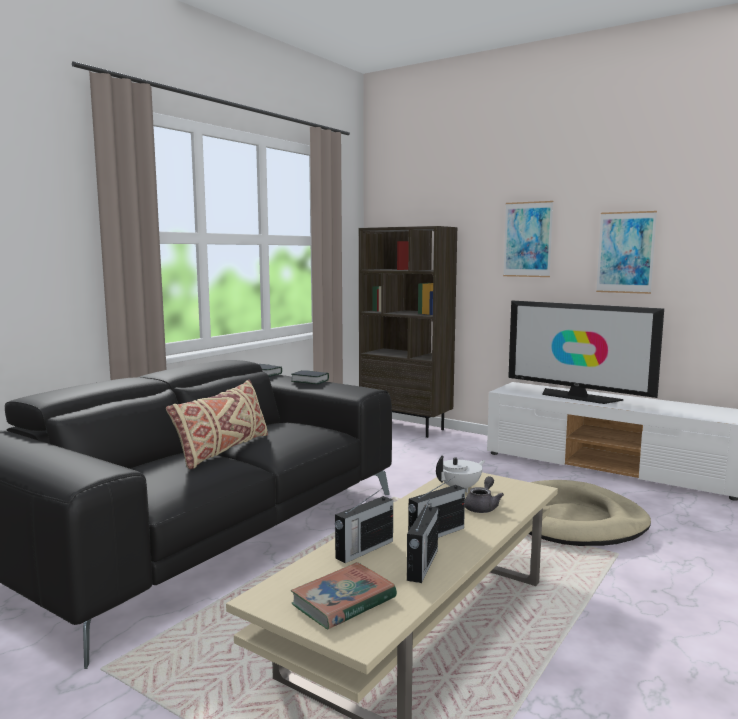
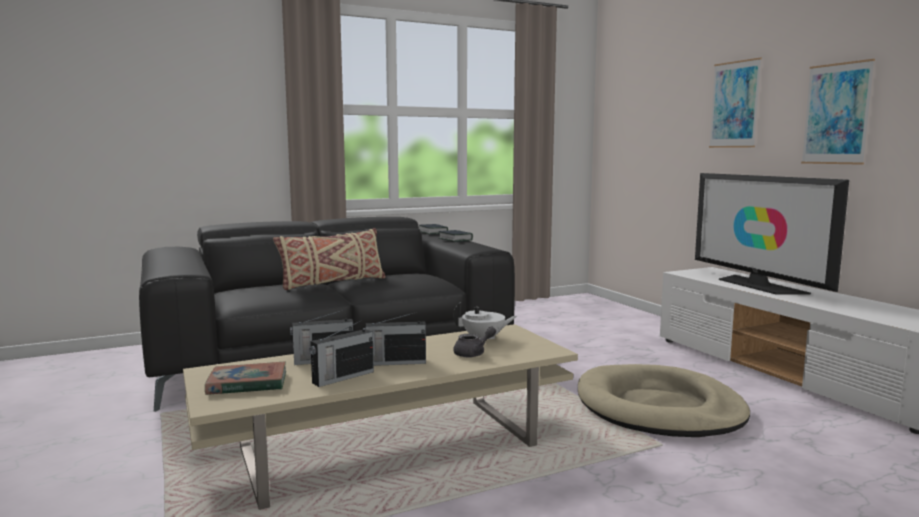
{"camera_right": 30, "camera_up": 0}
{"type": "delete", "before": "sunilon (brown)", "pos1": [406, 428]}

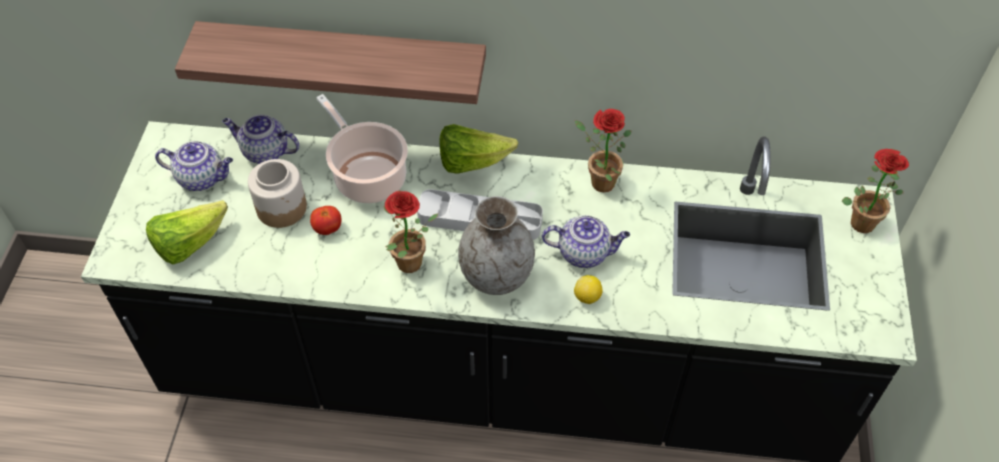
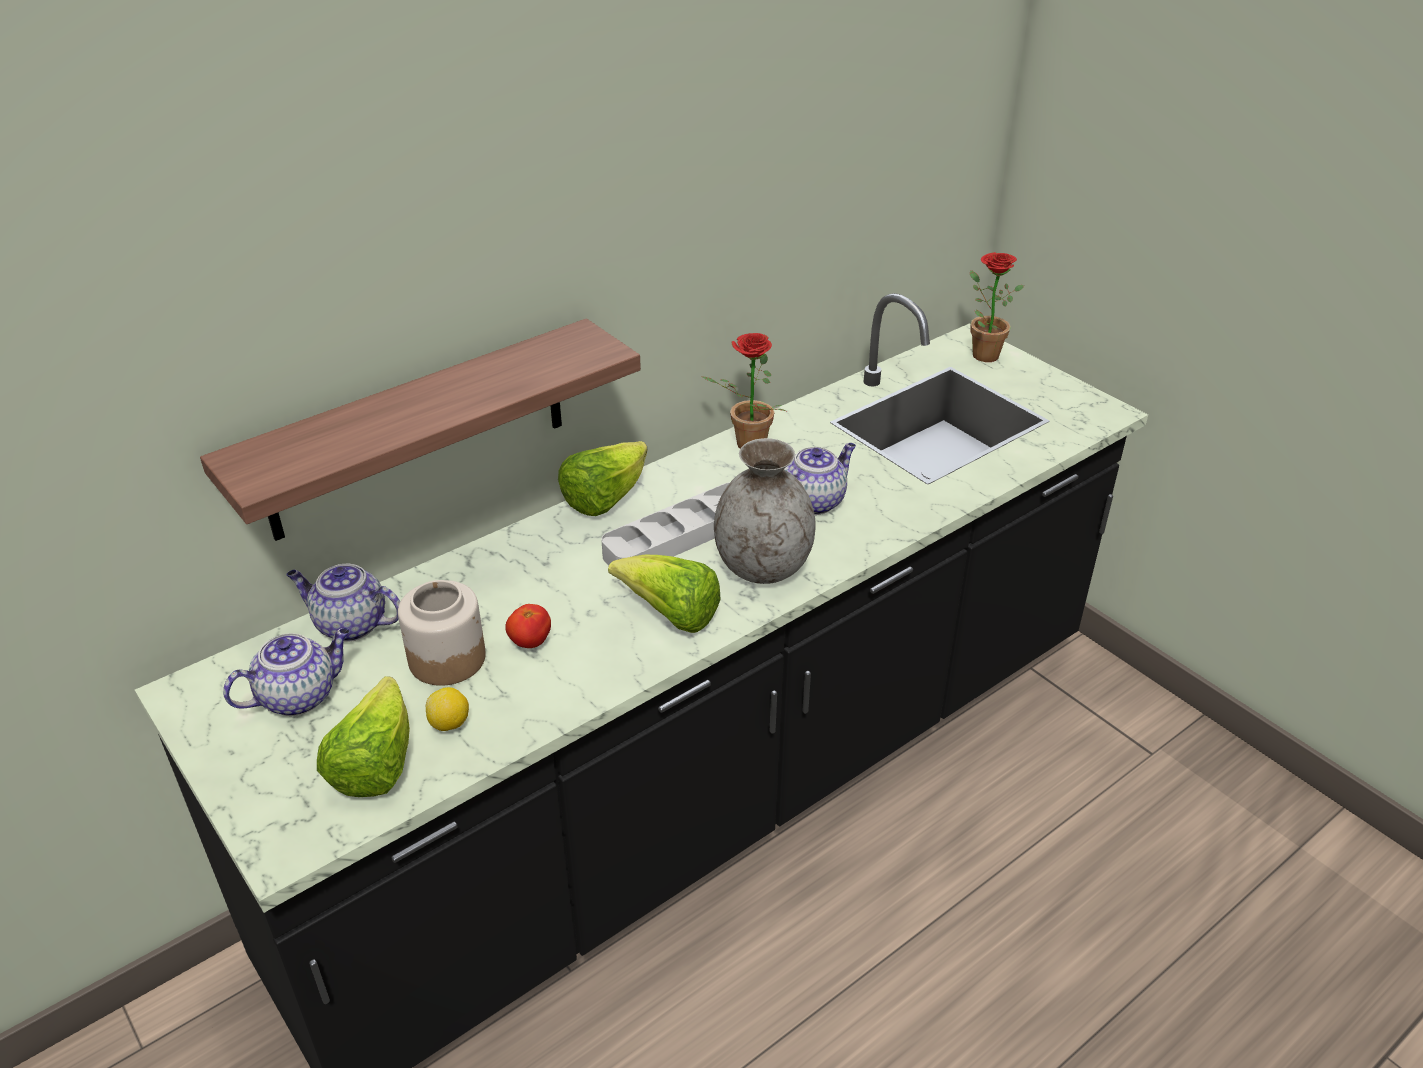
{"camera_right": -45, "camera_up": -15}
{"type": "delete", "before": "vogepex", "pos1": [367, 176]}
{"type": "move", "before": "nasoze", "pos1": [587, 297], "pos2": [450, 724]}
{"type": "replace", "before": "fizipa", "after": "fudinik", "pos1": [411, 267], "pos2": [670, 615]}
{"type": "rotate", "before": "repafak", "pos1": [264, 152], "pos2": [349, 625], "turn": 45}

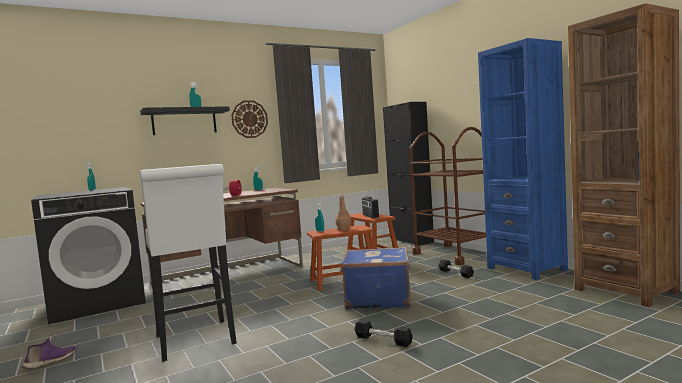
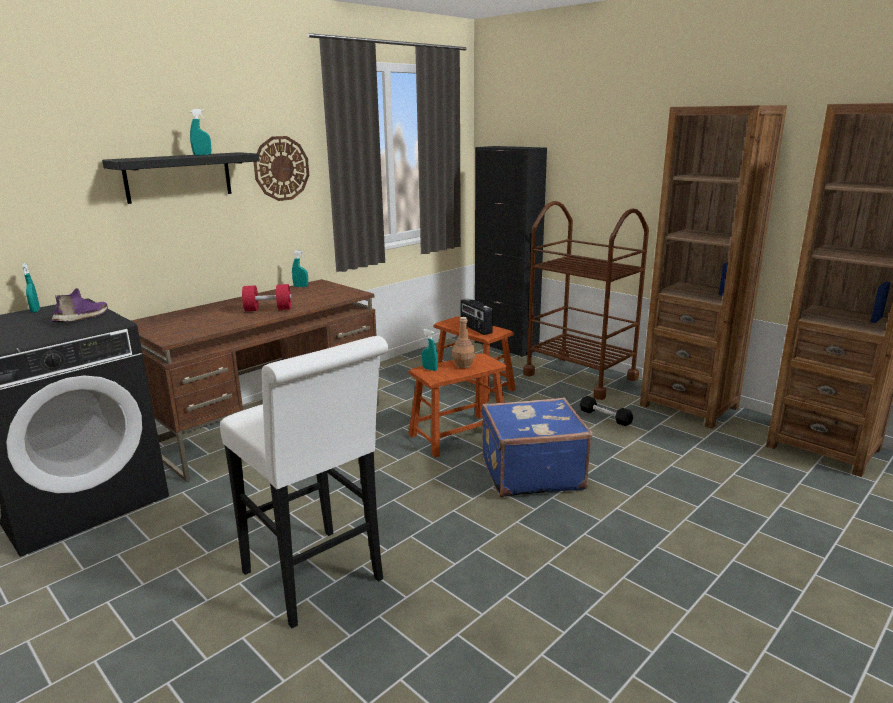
{"camera_right": -15, "camera_up": 15}
{"type": "delete", "before": "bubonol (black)", "pos1": [383, 340]}
{"type": "move", "before": "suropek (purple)", "pos1": [51, 362], "pos2": [83, 318]}
{"type": "recolor", "before": "sunilon (blue)", "after": "sunilon (brown)", "pos1": [526, 269], "pos2": [689, 406]}

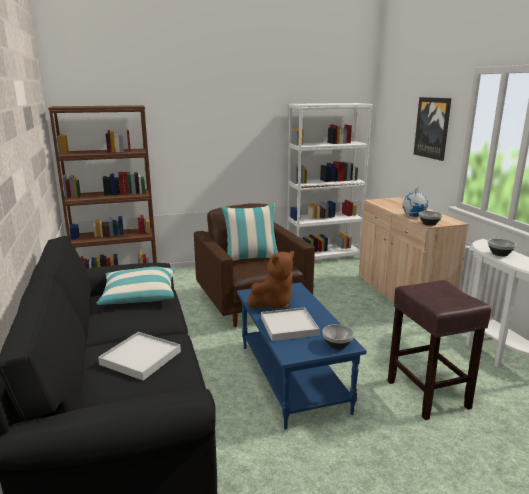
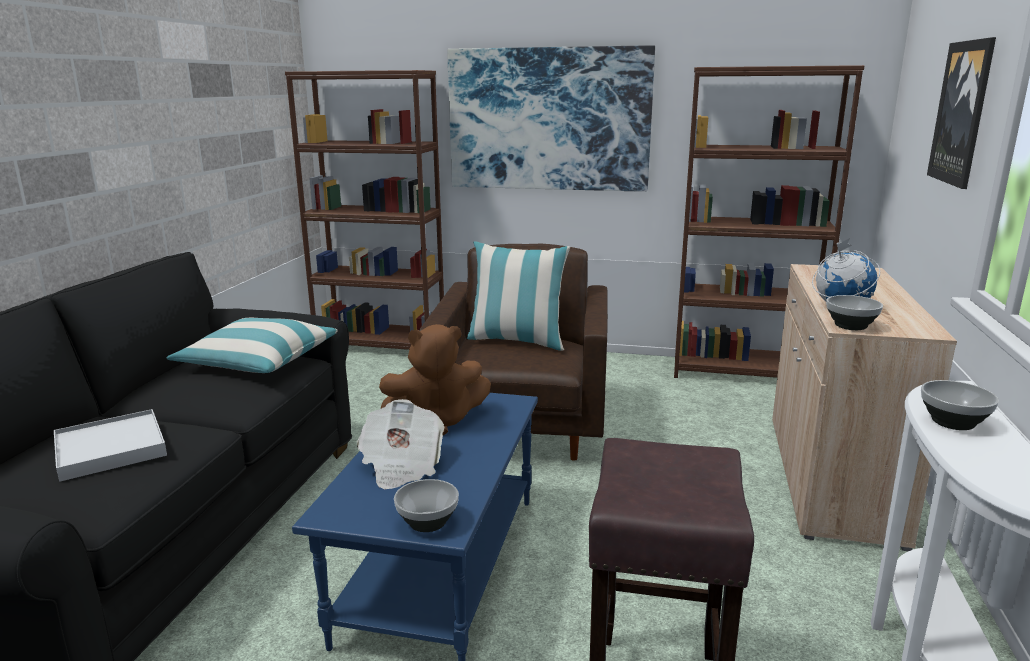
{"camera_right": 30, "camera_up": 0}
{"type": "insert", "after": "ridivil", "pos2": [548, 119]}
{"type": "replace", "before": "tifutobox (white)", "after": "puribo", "pos1": [289, 326], "pos2": [401, 465]}
{"type": "recolor", "before": "sunilon (white)", "after": "sunilon (brown)", "pos1": [323, 257], "pos2": [743, 372]}

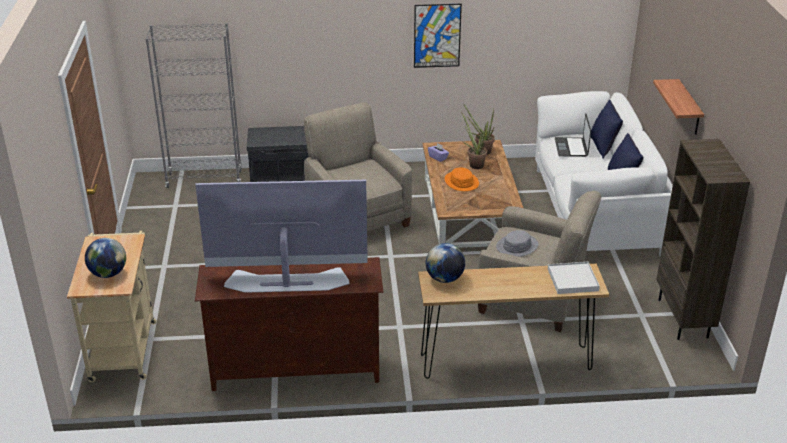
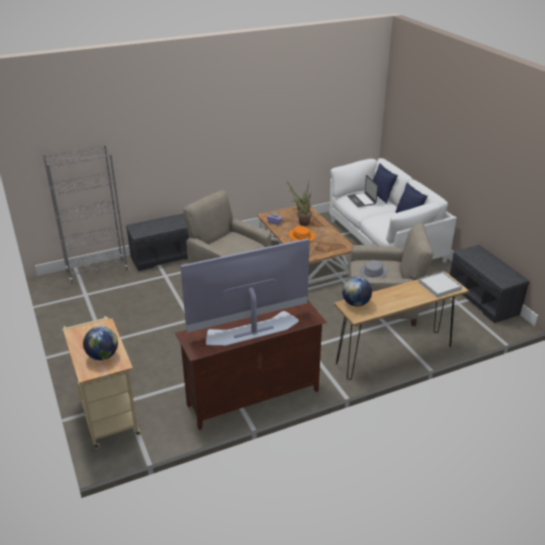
{"camera_right": -20, "camera_up": 0}
{"type": "delete", "before": "ridivil", "pos1": [437, 35]}
{"type": "delete", "before": "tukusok", "pos1": [689, 108]}
{"type": "replace", "before": "sunilon (brown)", "after": "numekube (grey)", "pos1": [684, 318], "pos2": [484, 299]}

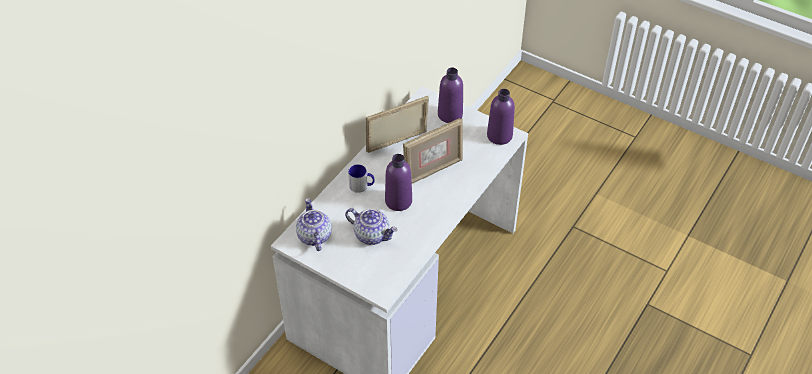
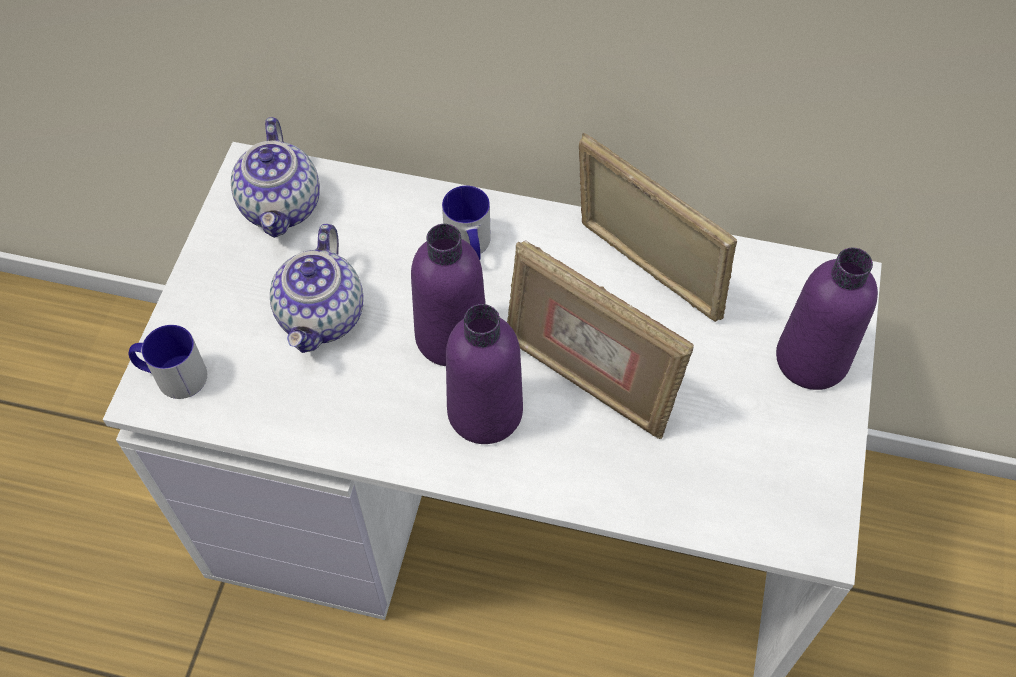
{"camera_right": 70, "camera_up": 10}
{"type": "insert", "after": "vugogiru", "pos2": [172, 376]}
{"type": "move", "before": "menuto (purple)", "pos1": [499, 136], "pos2": [485, 412]}
{"type": "rotate", "before": "repafak", "pos1": [314, 236], "pos2": [282, 207], "turn": 120}

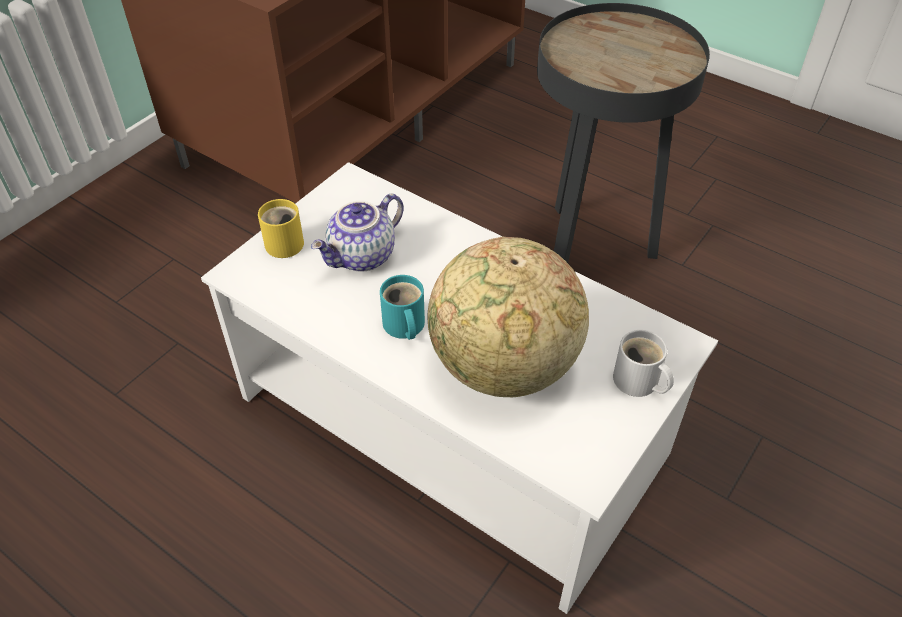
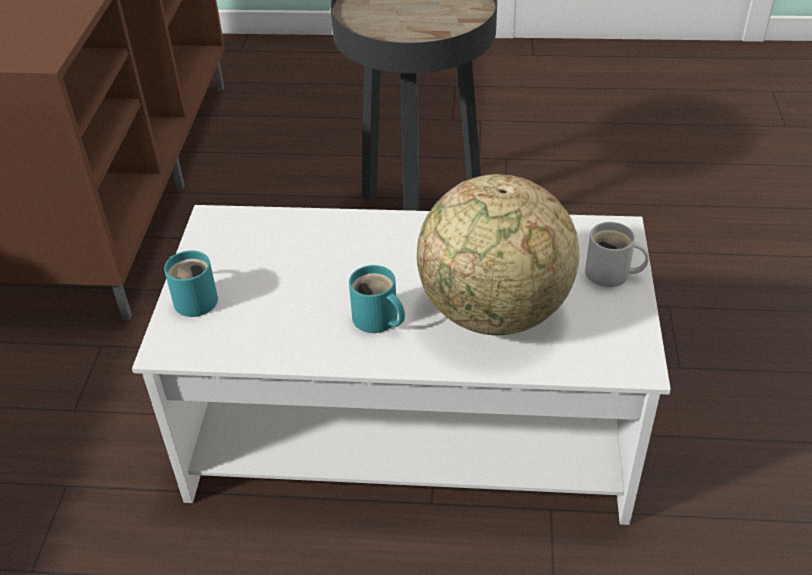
{"camera_right": -30, "camera_up": -5}
{"type": "delete", "before": "repafak", "pos1": [362, 257]}
{"type": "recolor", "before": "vugogiru (yellow)", "after": "vugogiru (turquoise)", "pos1": [286, 241], "pos2": [195, 298]}

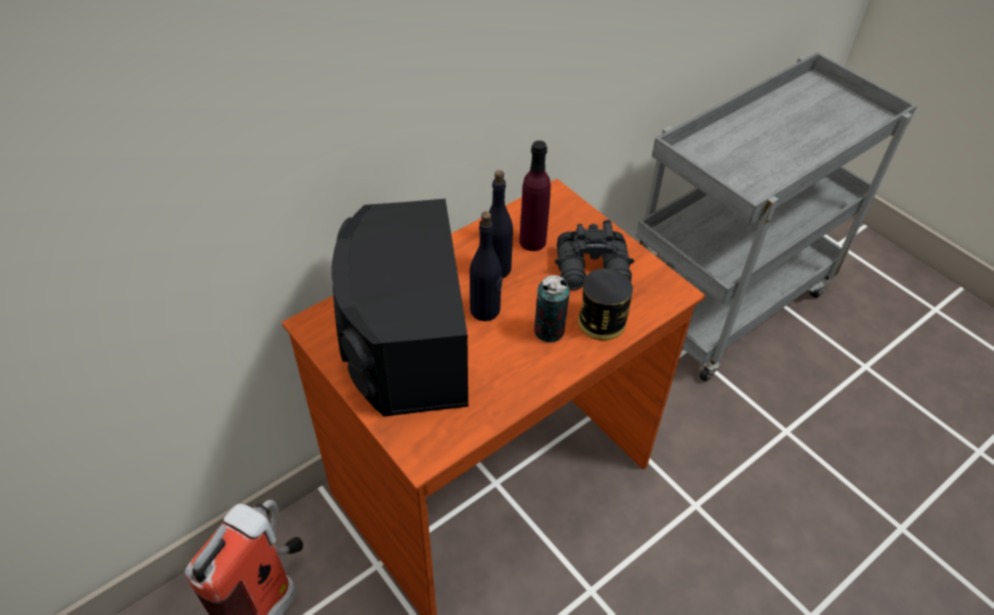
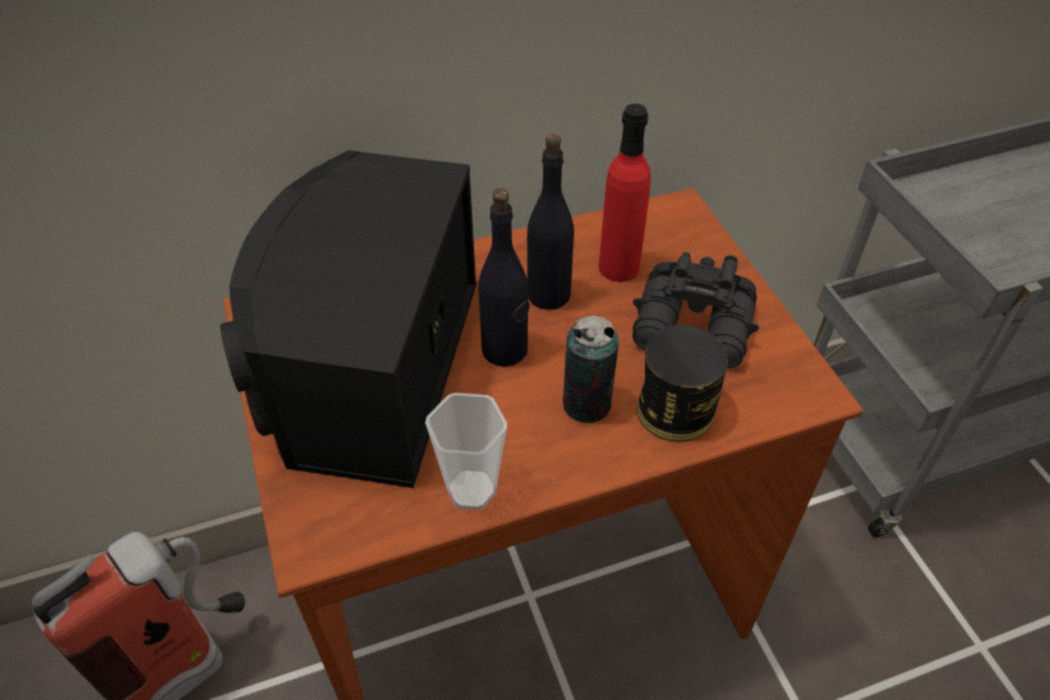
{"camera_right": 20, "camera_up": 0}
{"type": "insert", "after": "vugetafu", "pos2": [471, 490]}
{"type": "recolor", "before": "menuto (purple)", "after": "menuto (red)", "pos1": [532, 241], "pos2": [619, 267]}

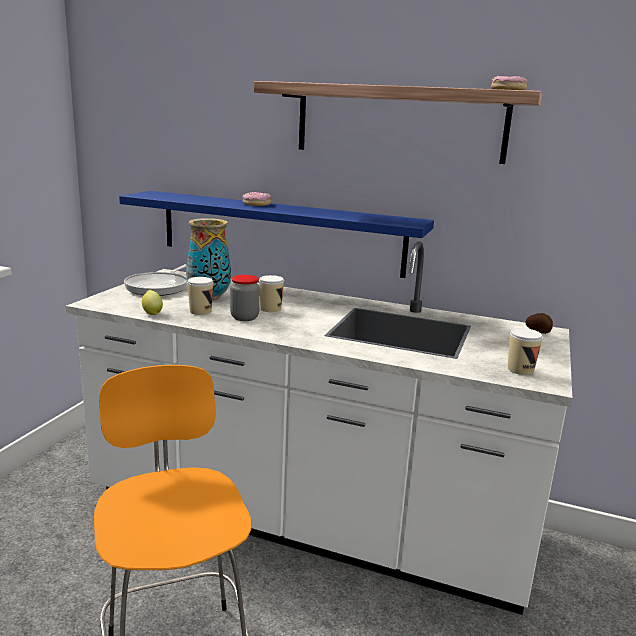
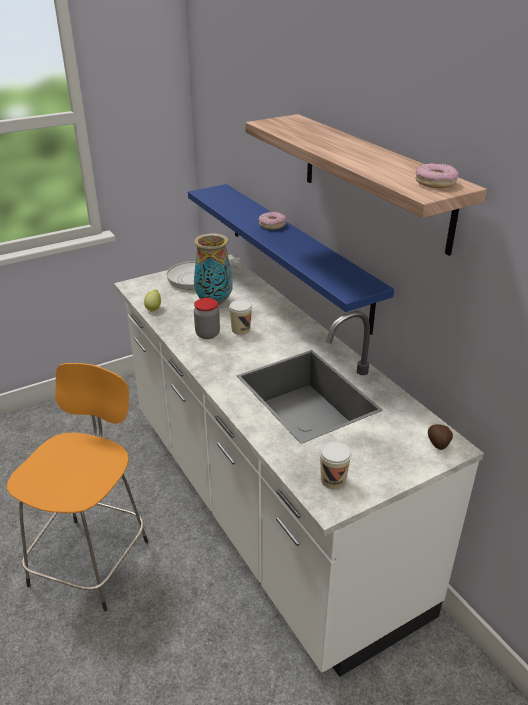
{"camera_right": 40, "camera_up": 15}
{"type": "delete", "before": "vugetafu", "pos1": [200, 311]}

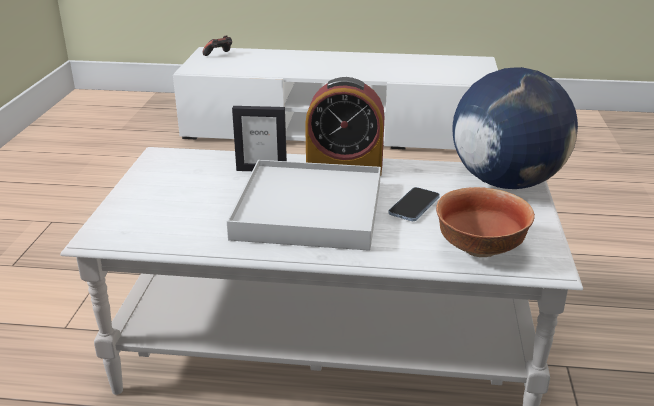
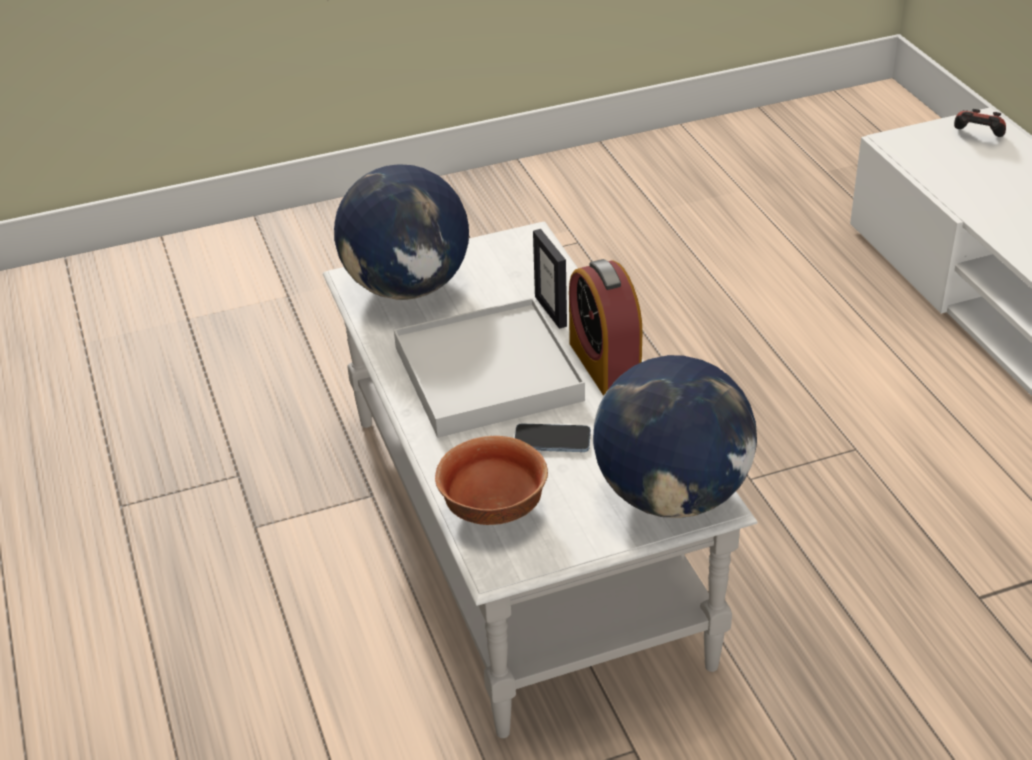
{"camera_right": 65, "camera_up": 10}
{"type": "insert", "after": "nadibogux", "pos2": [407, 287]}

